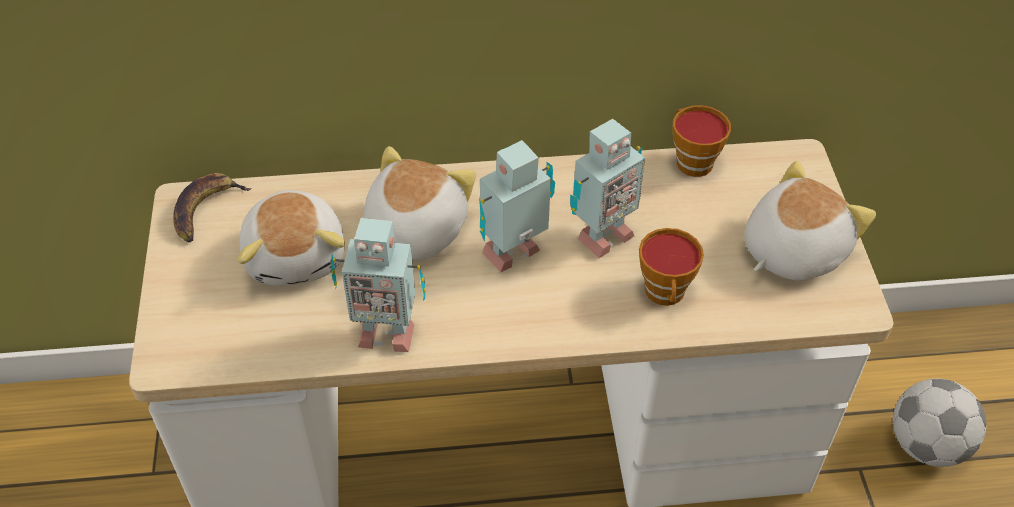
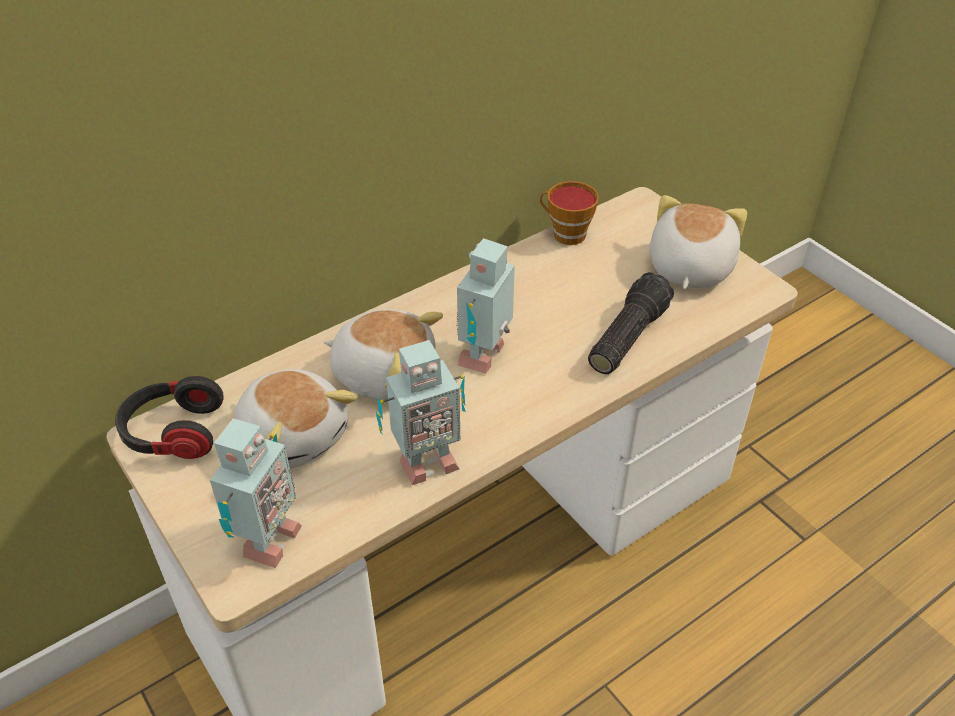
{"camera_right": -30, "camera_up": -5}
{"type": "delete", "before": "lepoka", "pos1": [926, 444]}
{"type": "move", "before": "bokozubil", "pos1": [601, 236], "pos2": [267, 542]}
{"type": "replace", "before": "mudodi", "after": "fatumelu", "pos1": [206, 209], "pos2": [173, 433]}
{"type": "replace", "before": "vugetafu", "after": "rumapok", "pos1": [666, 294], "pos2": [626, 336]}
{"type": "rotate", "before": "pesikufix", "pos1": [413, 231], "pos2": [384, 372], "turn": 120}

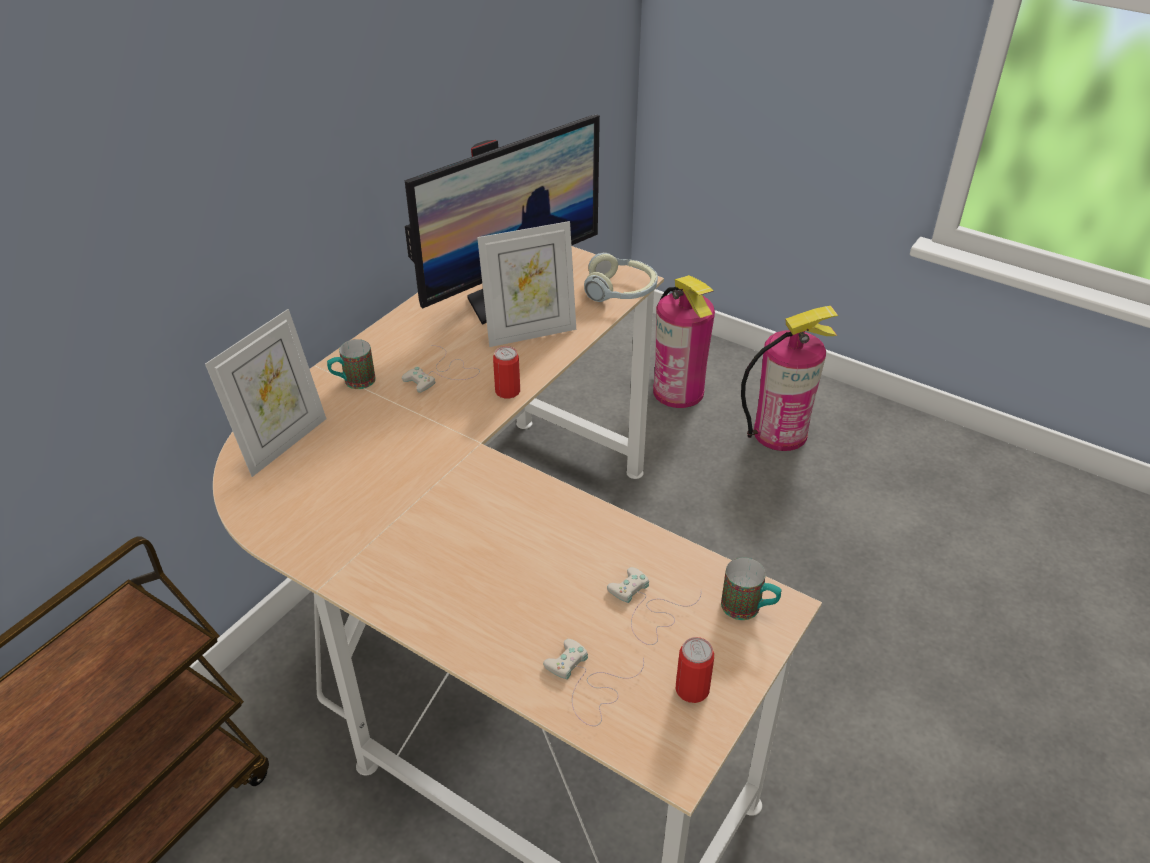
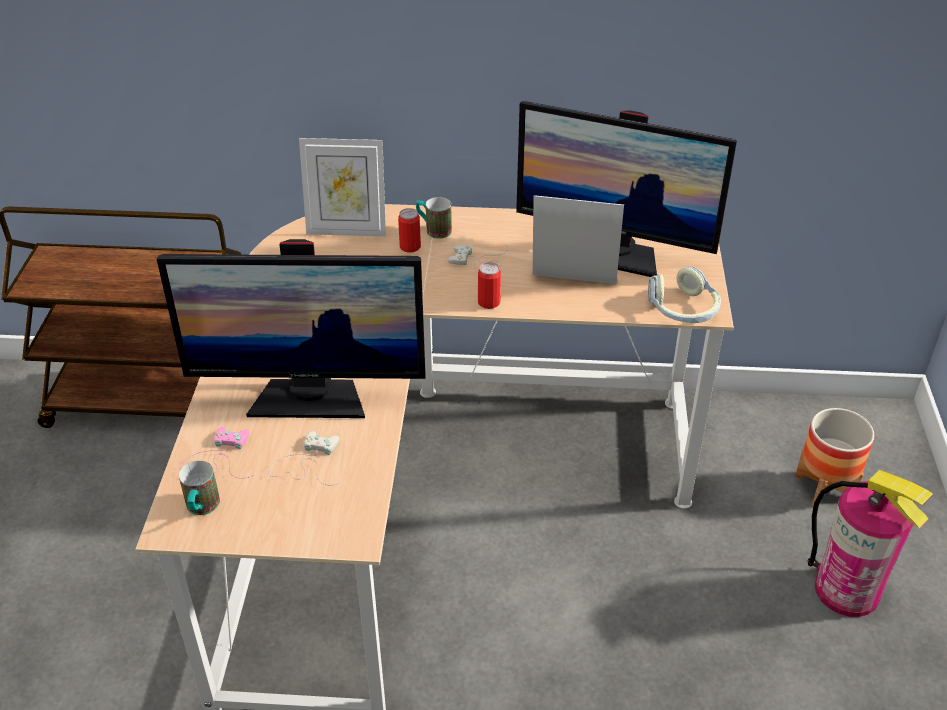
{"camera_right": 60, "camera_up": 0}
{"type": "insert", "after": "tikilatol", "pos2": [309, 396]}
{"type": "move", "before": "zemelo", "pos1": [692, 689], "pos2": [410, 247]}
{"type": "move", "before": "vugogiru", "pos1": [748, 609], "pos2": [201, 508]}
{"type": "replace", "before": "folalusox", "after": "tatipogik", "pos1": [678, 391], "pos2": [824, 487]}
{"type": "recolor", "before": "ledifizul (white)", "after": "ledifizul (pink)", "pos1": [589, 684], "pos2": [218, 458]}
{"type": "rotate", "before": "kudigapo", "pos1": [530, 332], "pos2": [573, 284], "turn": 150}

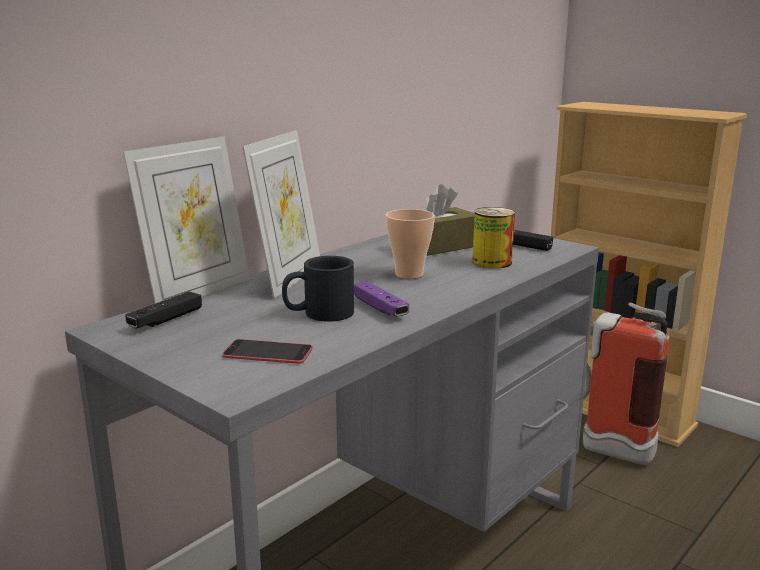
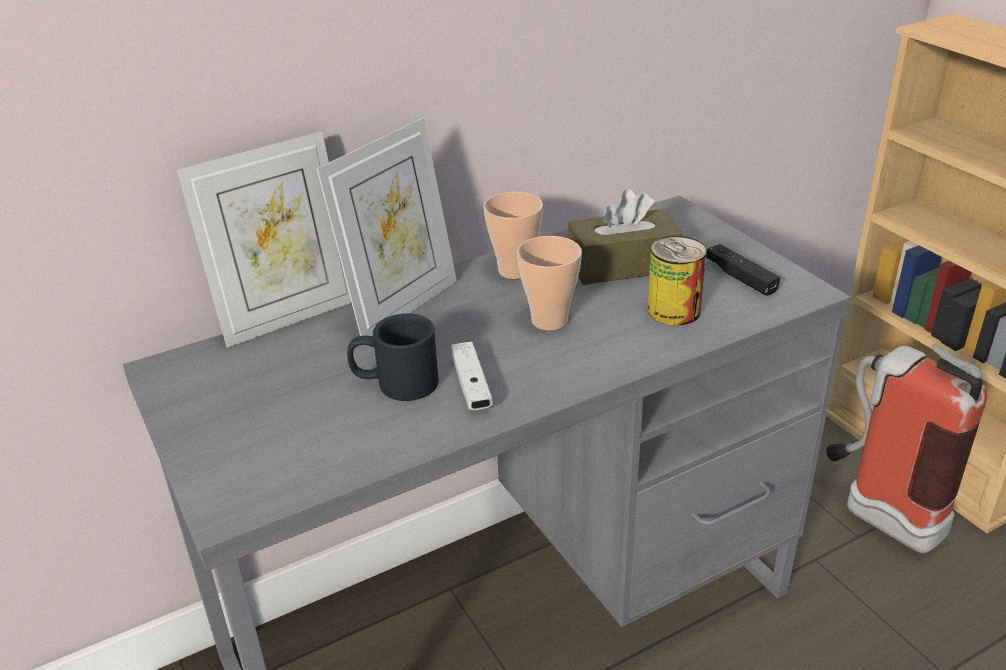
{"camera_right": 20, "camera_up": 15}
{"type": "delete", "before": "ledifizul (black)", "pos1": [166, 320]}
{"type": "delete", "before": "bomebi", "pos1": [268, 352]}
{"type": "insert", "after": "vugetafu", "pos2": [514, 271]}
{"type": "recolor", "before": "ledifizul (purple)", "after": "ledifizul (white)", "pos1": [380, 308], "pos2": [471, 385]}

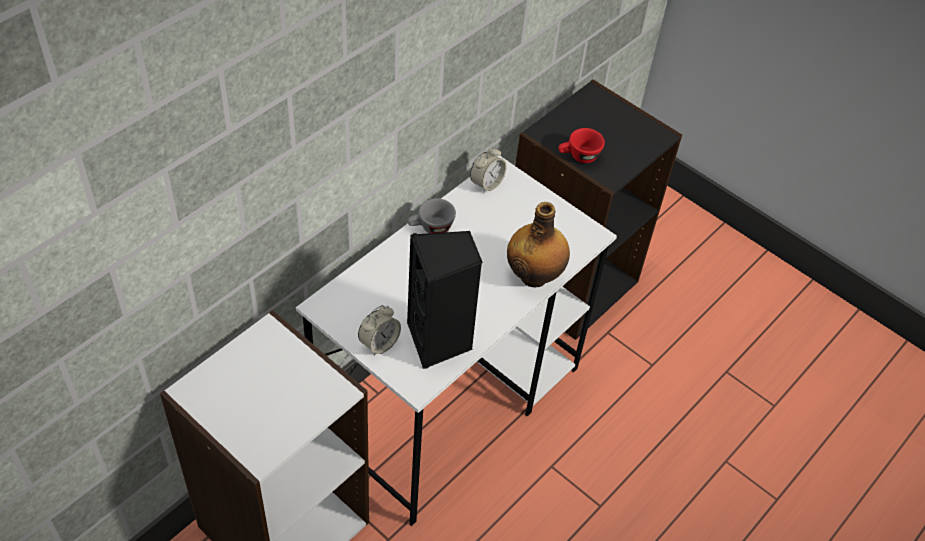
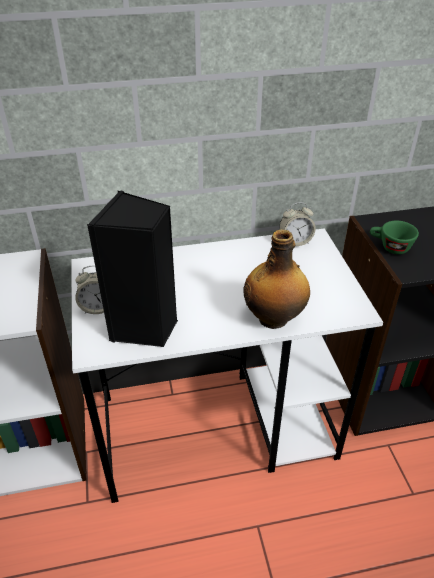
{"camera_right": 40, "camera_up": -10}
{"type": "delete", "before": "vugetafu (grey)", "pos1": [431, 228]}
{"type": "recolor", "before": "vugetafu (red)", "after": "vugetafu (green)", "pos1": [578, 157], "pos2": [390, 247]}

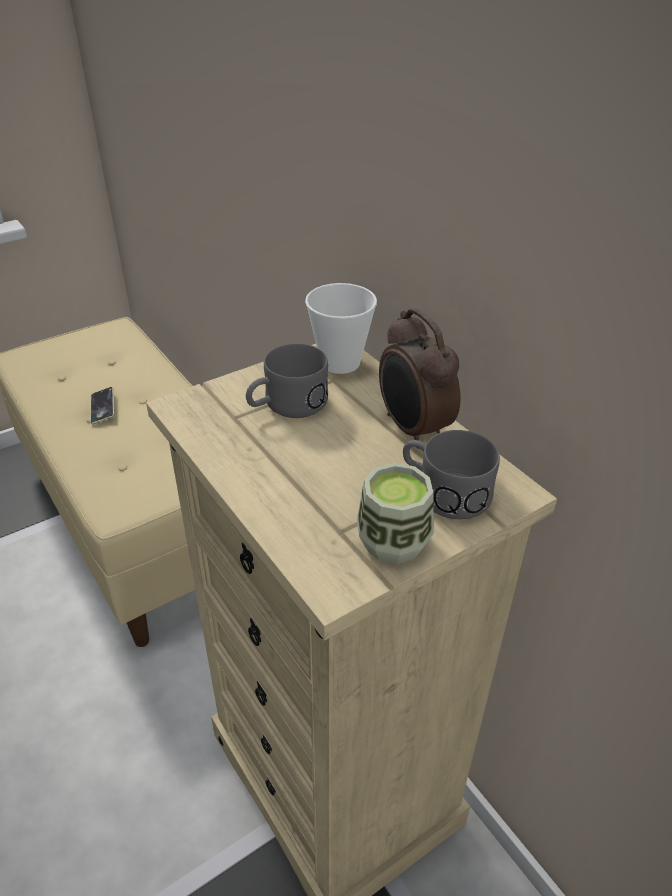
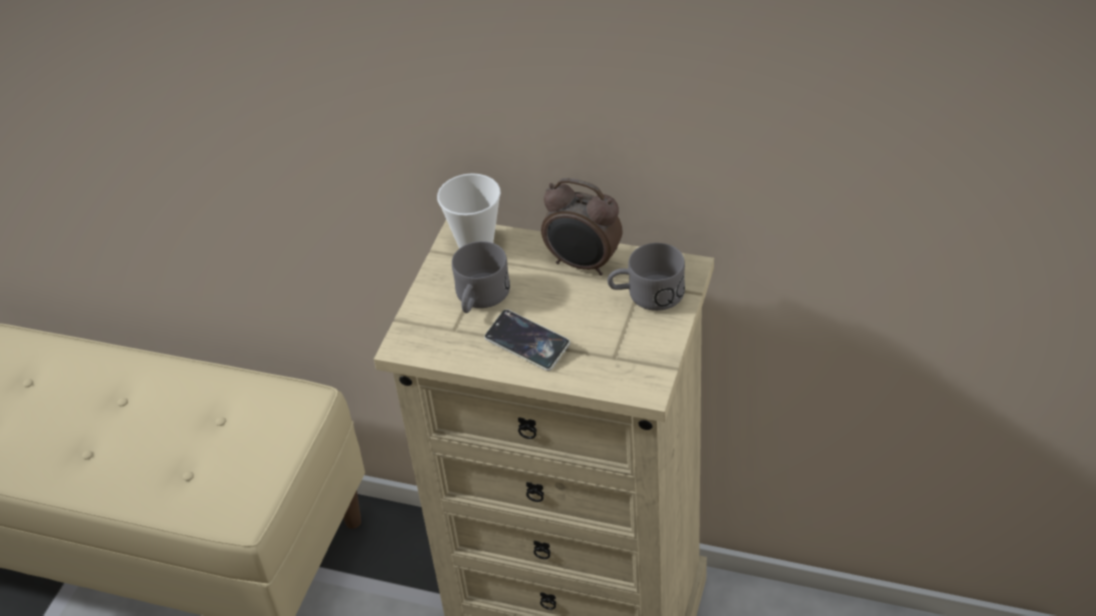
{"camera_right": -35, "camera_up": 5}
{"type": "delete", "before": "vugetafu", "pos1": [393, 542]}
{"type": "move", "before": "bomebi", "pos1": [103, 408], "pos2": [527, 344]}

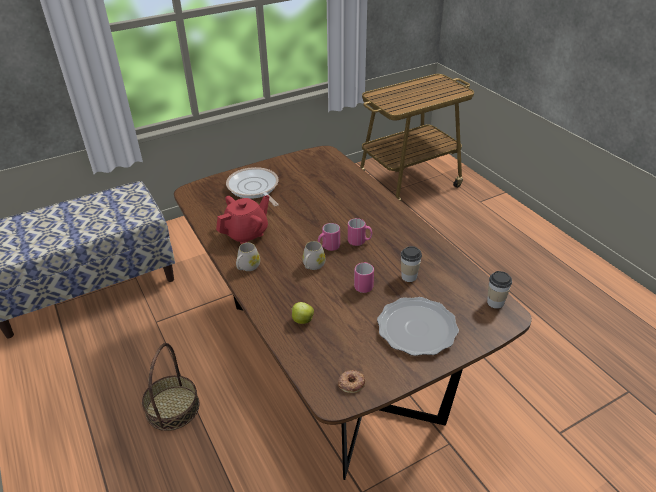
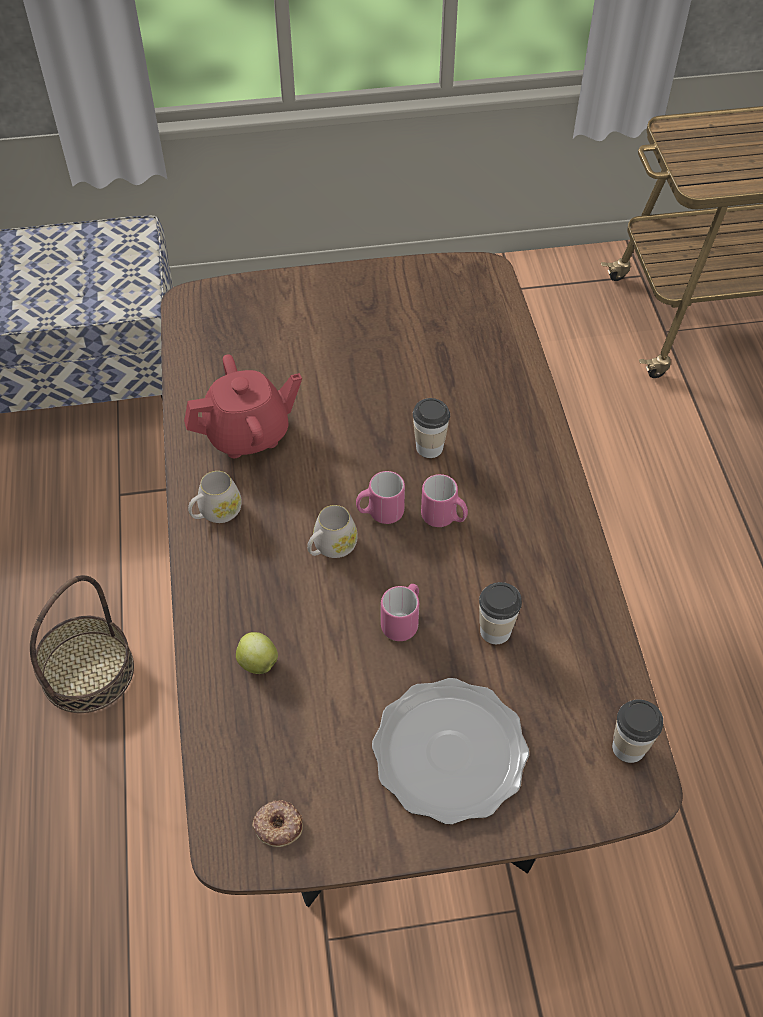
{"camera_right": 20, "camera_up": 15}
{"type": "delete", "before": "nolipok", "pos1": [254, 188]}
{"type": "insert", "after": "vugetafu", "pos2": [429, 447]}

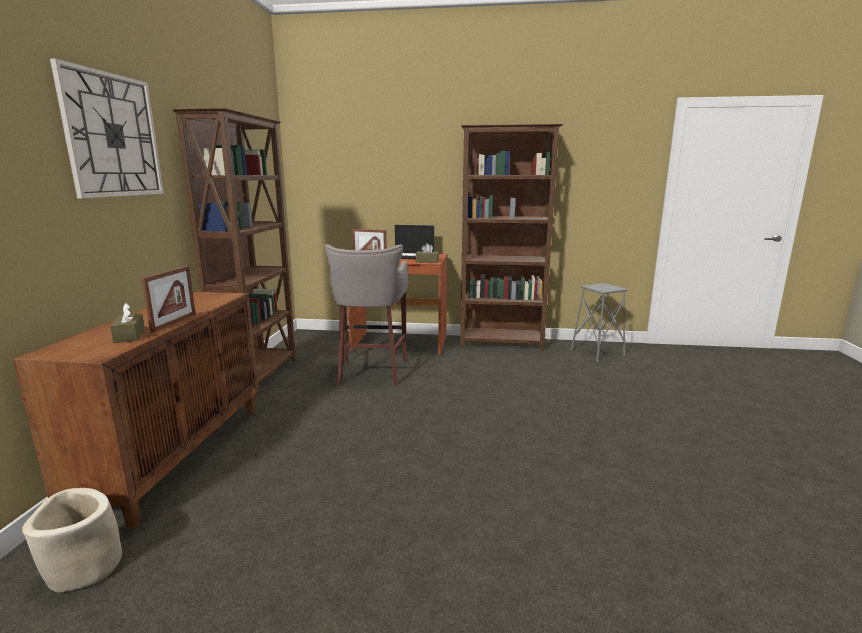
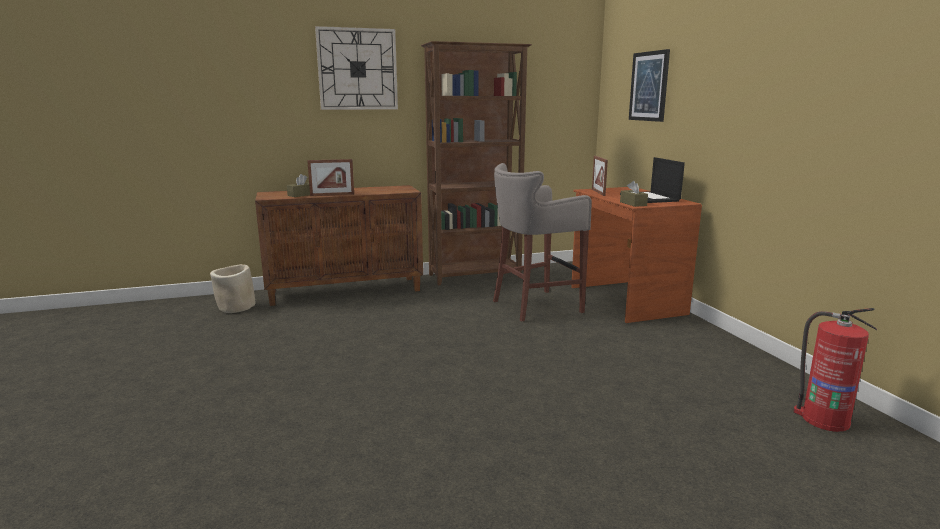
{"camera_right": 65, "camera_up": 0}
{"type": "delete", "before": "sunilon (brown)", "pos1": [502, 344]}
{"type": "insert", "after": "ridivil", "pos2": [649, 86]}
{"type": "replace", "before": "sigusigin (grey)", "after": "folalusox", "pos1": [597, 353], "pos2": [823, 419]}

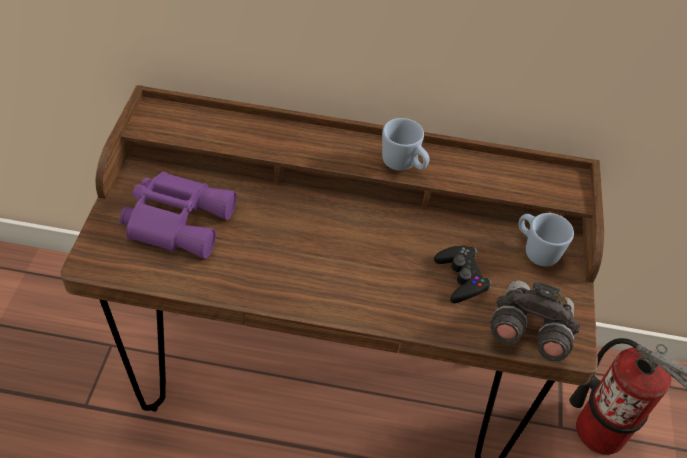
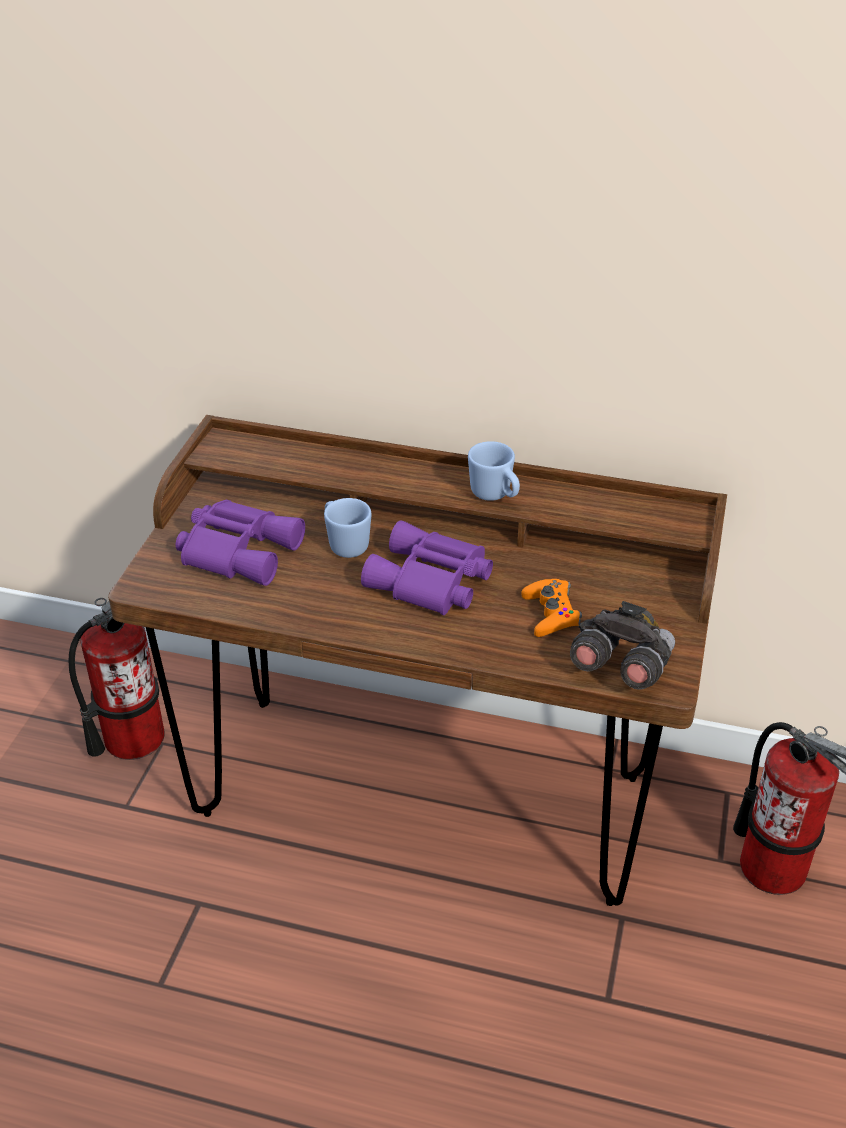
{"camera_right": 10, "camera_up": -10}
{"type": "insert", "after": "folalusox", "pos2": [133, 738]}
{"type": "insert", "after": "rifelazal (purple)", "pos2": [430, 582]}
{"type": "move", "before": "vugogiru (blue)", "pos1": [535, 250], "pos2": [345, 544]}
{"type": "recolor", "before": "ledifizul (black)", "after": "ledifizul (orange)", "pos1": [461, 277], "pos2": [551, 613]}

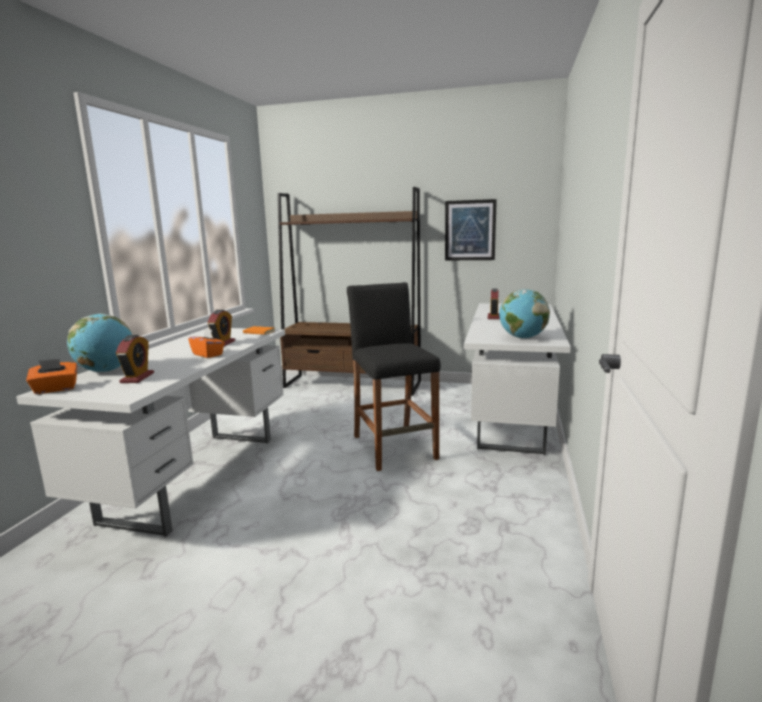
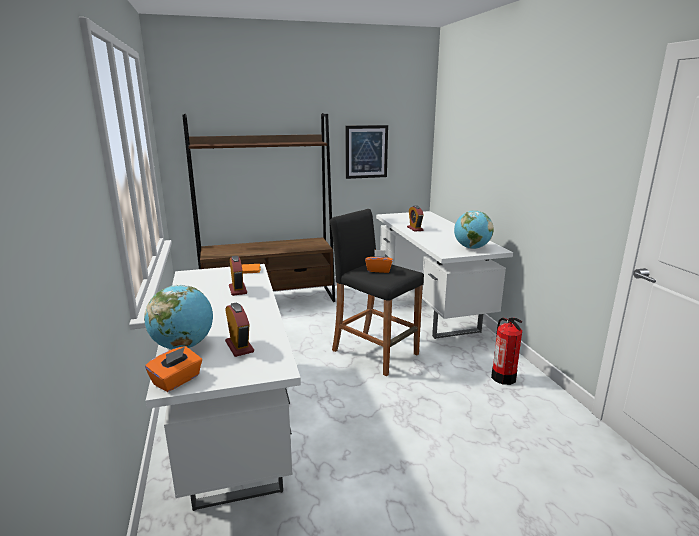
{"camera_right": -30, "camera_up": 5}
{"type": "insert", "after": "folalusox", "pos2": [503, 377]}
{"type": "move", "before": "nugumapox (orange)", "pos1": [208, 354], "pos2": [379, 270]}

